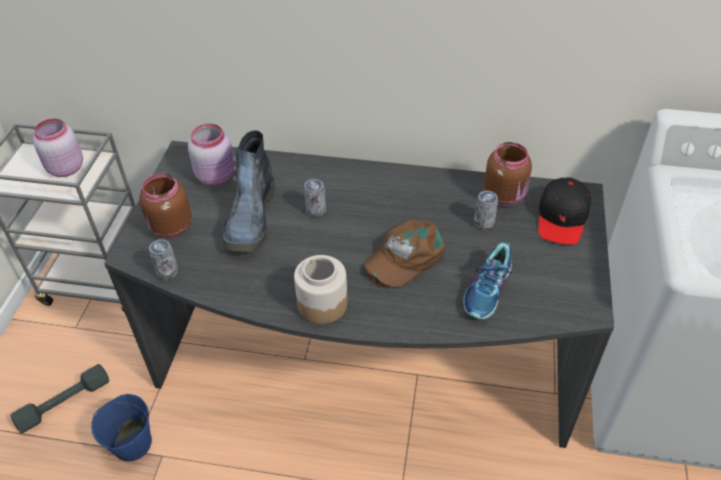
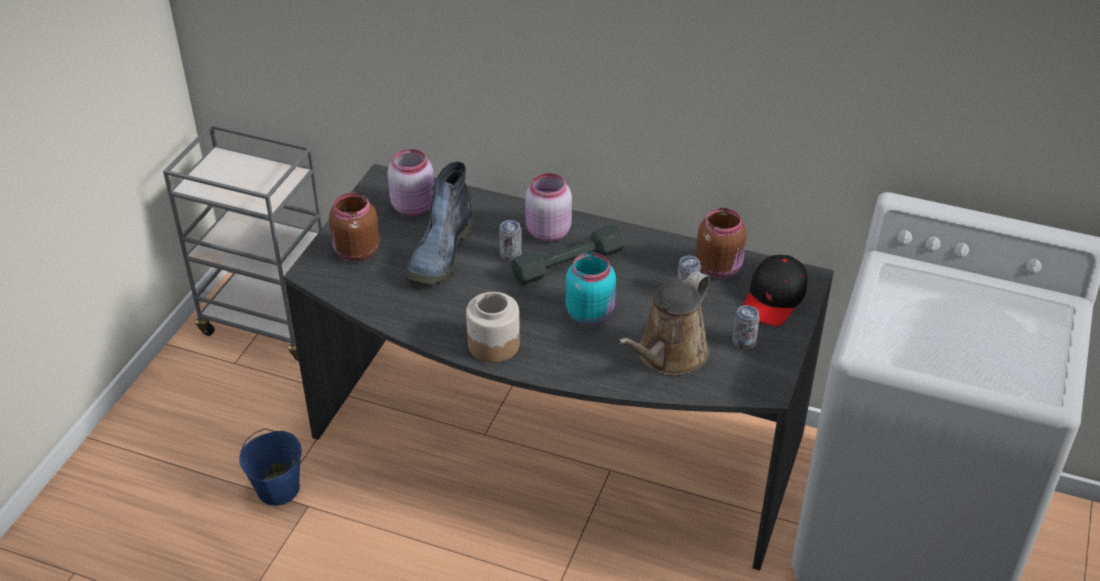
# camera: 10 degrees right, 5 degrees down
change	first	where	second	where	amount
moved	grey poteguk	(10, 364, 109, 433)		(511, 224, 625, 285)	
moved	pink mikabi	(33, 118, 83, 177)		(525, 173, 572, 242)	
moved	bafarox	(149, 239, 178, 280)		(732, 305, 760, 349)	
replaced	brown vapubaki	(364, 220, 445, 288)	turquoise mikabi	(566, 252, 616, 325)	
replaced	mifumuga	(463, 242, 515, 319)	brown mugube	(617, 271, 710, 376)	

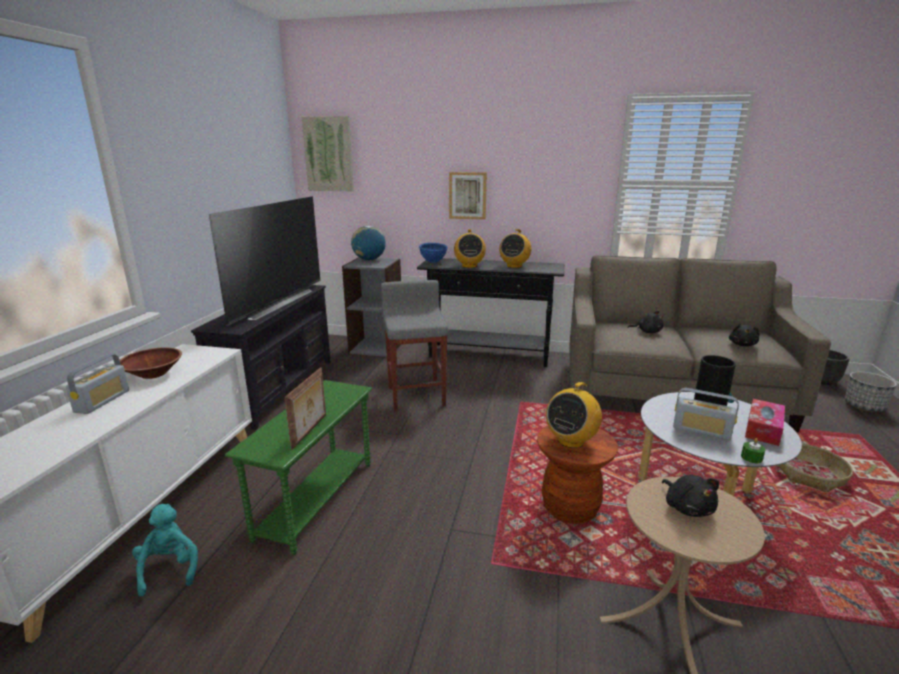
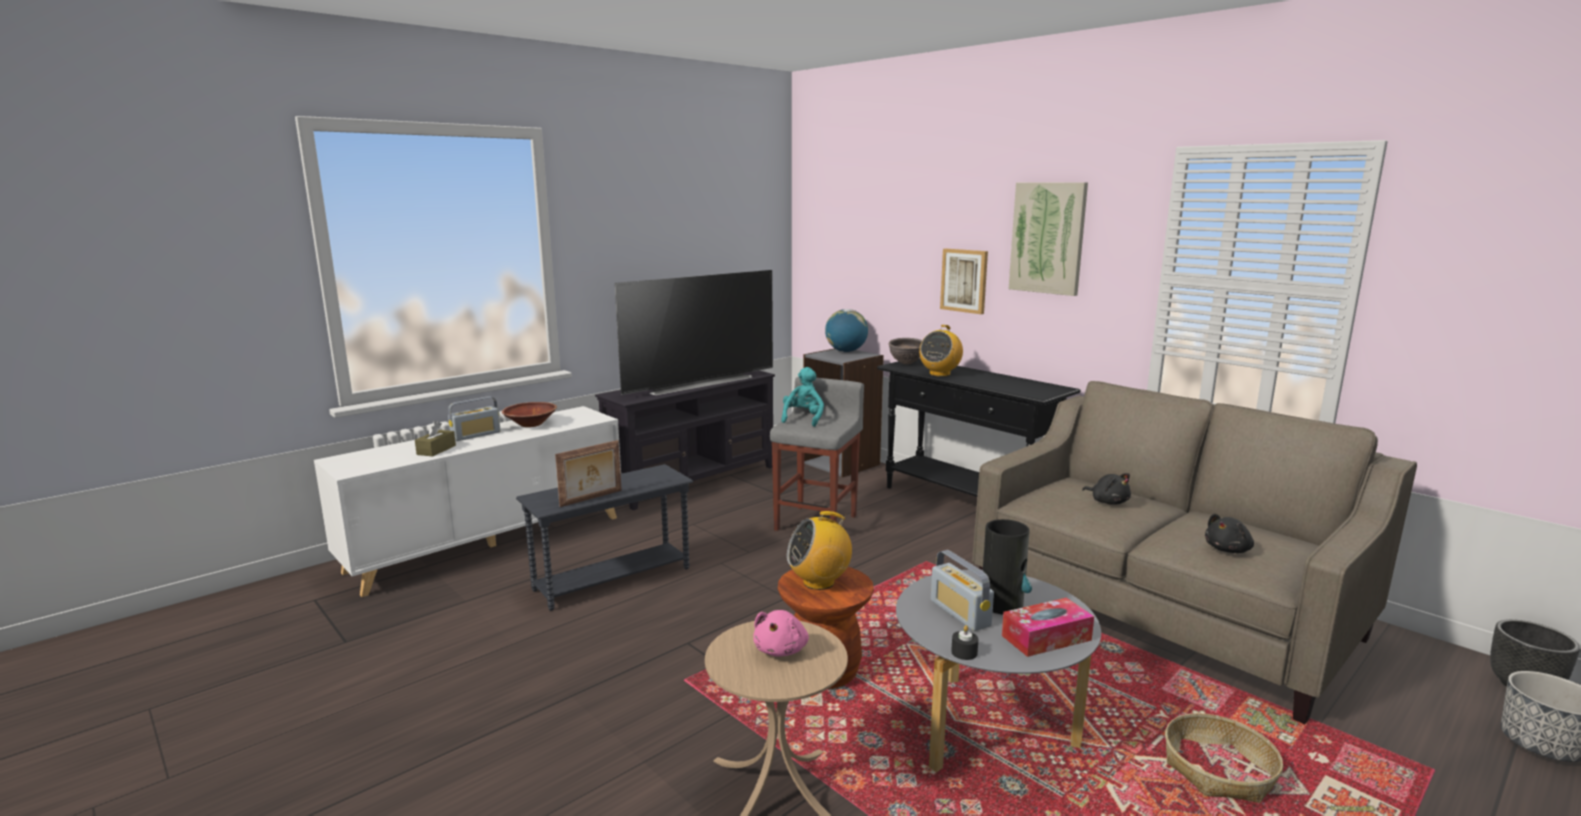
# camera: 35 degrees right, 5 degrees down
change	first	where	second	where	amount
moved	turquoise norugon	(132, 504, 198, 597)		(781, 367, 824, 427)	
recoloured	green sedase	(225, 380, 372, 555)	grey sedase	(516, 464, 693, 611)	
moved	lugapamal	(302, 116, 354, 191)		(1009, 182, 1088, 296)	
recoloured	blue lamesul	(419, 243, 448, 263)	brown lamesul	(889, 338, 922, 364)	
removed	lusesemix	(499, 229, 531, 268)			
recoloured	black norugon	(662, 475, 719, 517)	pink norugon	(753, 610, 809, 656)	
recoloured	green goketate	(741, 438, 765, 463)	black goketate	(951, 625, 978, 660)	
added			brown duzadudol	(415, 421, 456, 457)	

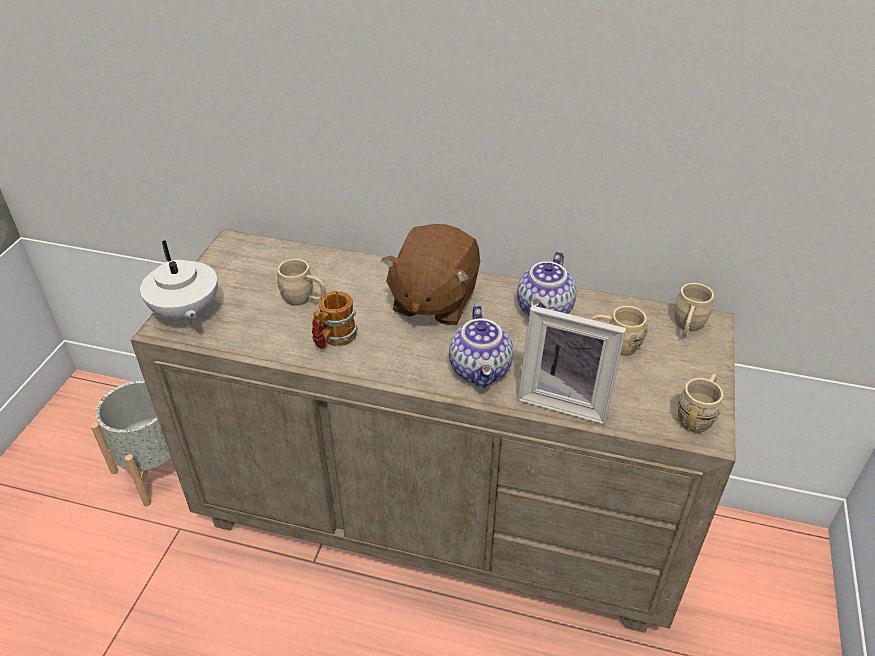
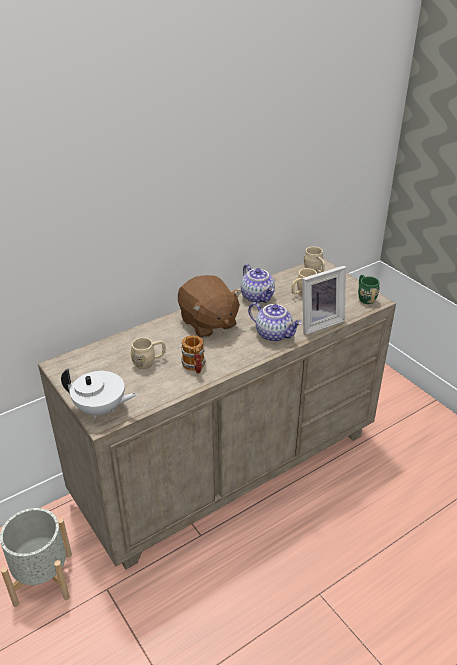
# camera: 50 degrees left, 5 degrees down
change	first	where	second	where	amount
recoloured	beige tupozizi	(678, 374, 723, 433)	green tupozizi	(358, 275, 380, 304)	

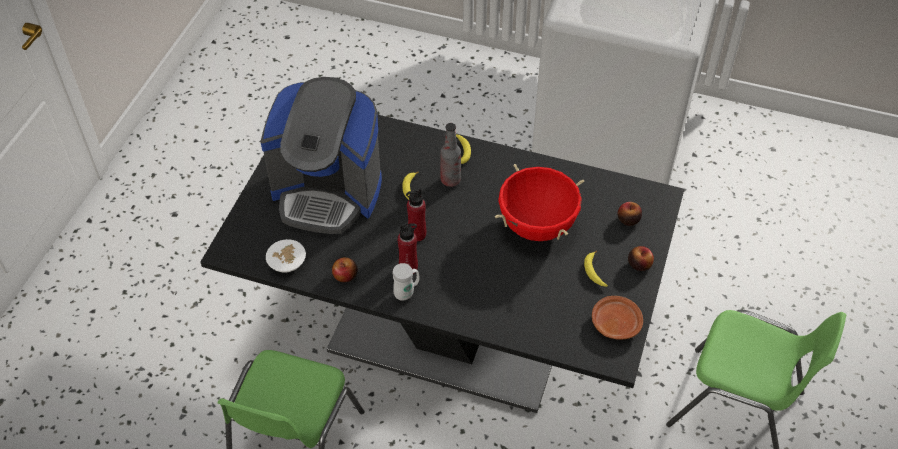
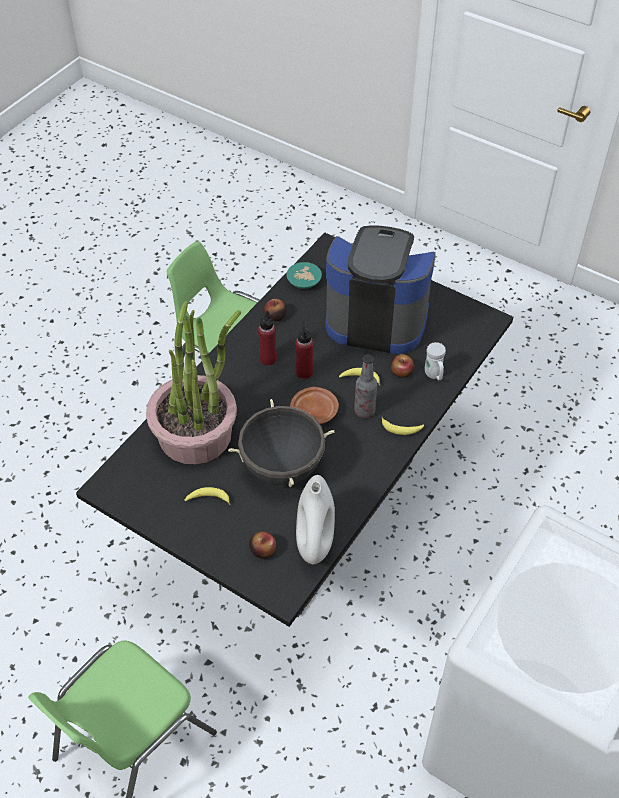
# camera: 105 degrees right, 0 degrees up
change	first	where	second	where	amount
turned	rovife	(260, 77, 382, 234)		(325, 225, 436, 354)	75 degrees clockwise
recoloured	white lamesul	(266, 239, 306, 273)	turquoise lamesul	(287, 262, 322, 289)	
moved	white tupozizi	(393, 263, 419, 301)		(425, 342, 446, 380)	
recoloured	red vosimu	(495, 164, 584, 241)	black vosimu	(228, 399, 334, 487)	
moved	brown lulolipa	(592, 296, 643, 340)		(290, 387, 339, 424)	
moved	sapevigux	(628, 246, 654, 271)		(391, 354, 414, 378)	
added			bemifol	(146, 300, 241, 464)	
added			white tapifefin	(296, 475, 335, 564)	

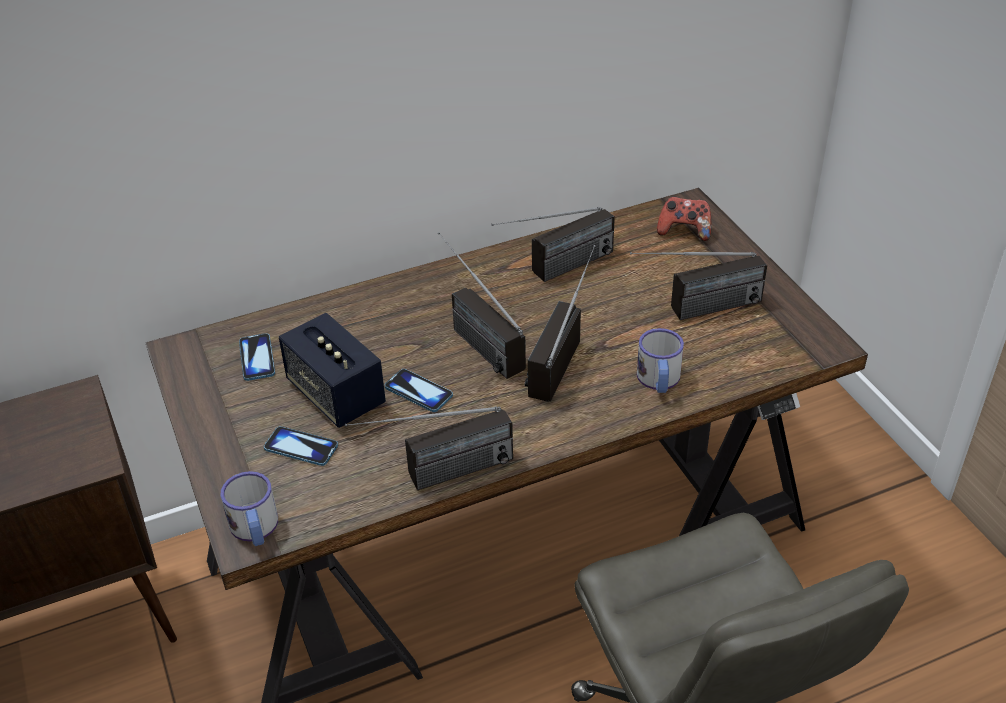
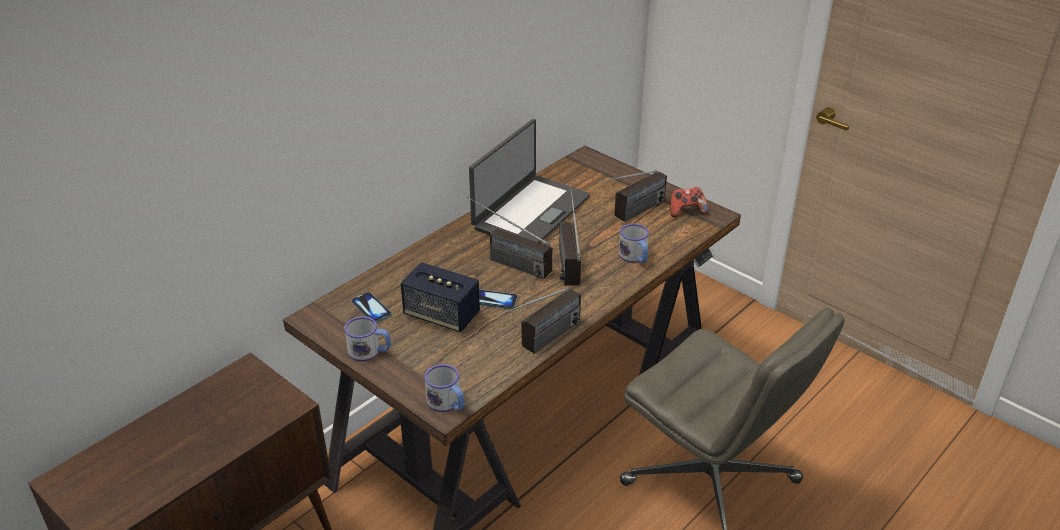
# camera: 25 degrees left, 5 degrees down
change	first	where	second	where	amount
removed	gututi	(264, 426, 338, 466)			
replaced	lusesemix	(491, 207, 615, 282)	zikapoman	(469, 119, 590, 243)	
moved	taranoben	(657, 197, 712, 241)		(670, 187, 708, 217)	
added			tupozizi	(344, 316, 391, 361)	

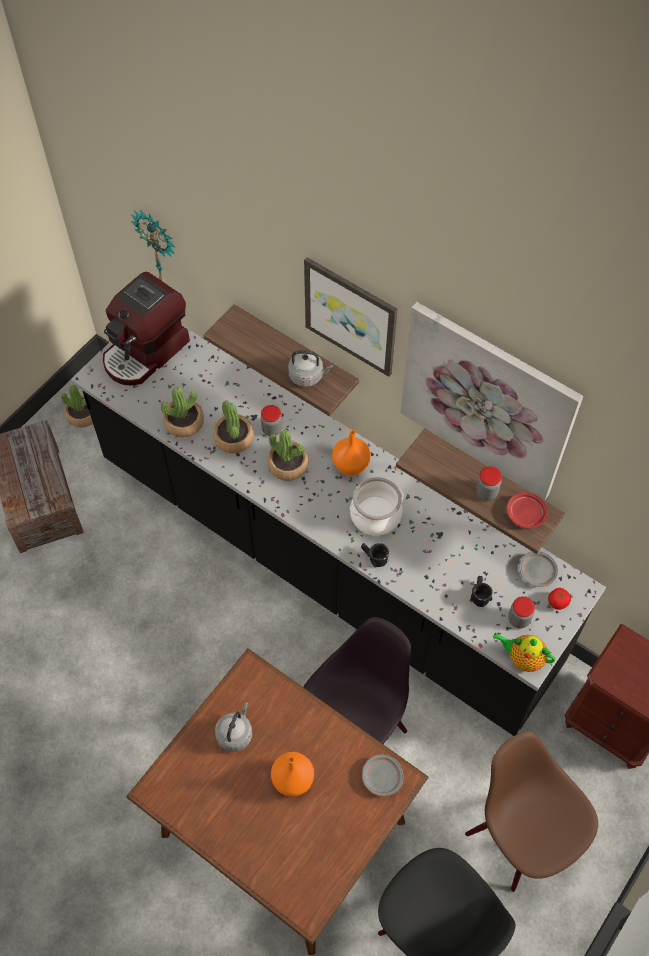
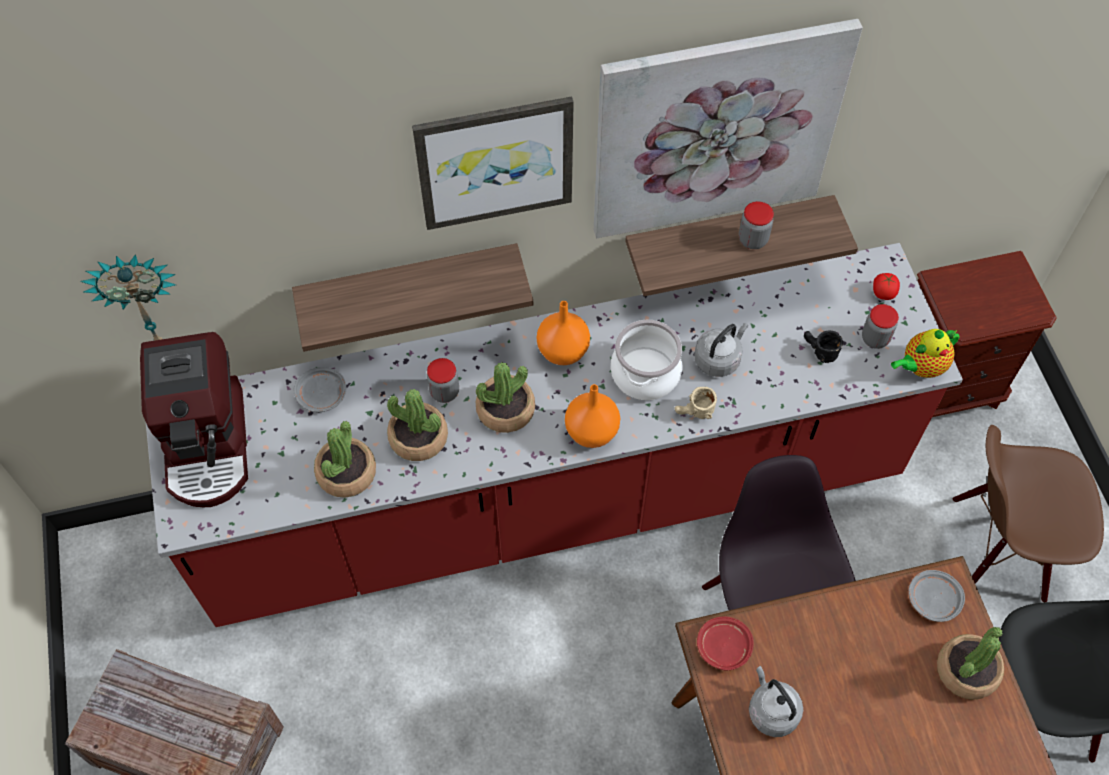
# camera: 50 degrees left, 0 degrees up
change	first	where	second	where	amount
moved	bemifol	(61, 385, 93, 428)		(937, 627, 1004, 700)	
recoloured	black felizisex	(71, 325, 606, 736)	red felizisex	(146, 243, 963, 627)	
moved	orange tapifefin	(271, 752, 314, 796)		(565, 384, 620, 448)	
moved	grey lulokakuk	(288, 350, 333, 387)		(694, 323, 748, 377)	
recoloured	black tupozizi	(361, 543, 389, 568)	beige tupozizi	(675, 387, 717, 419)	
moved	red lulolipa	(507, 492, 548, 528)		(697, 617, 753, 670)	
moved	grey lulolipa	(519, 551, 558, 587)		(294, 367, 346, 412)	

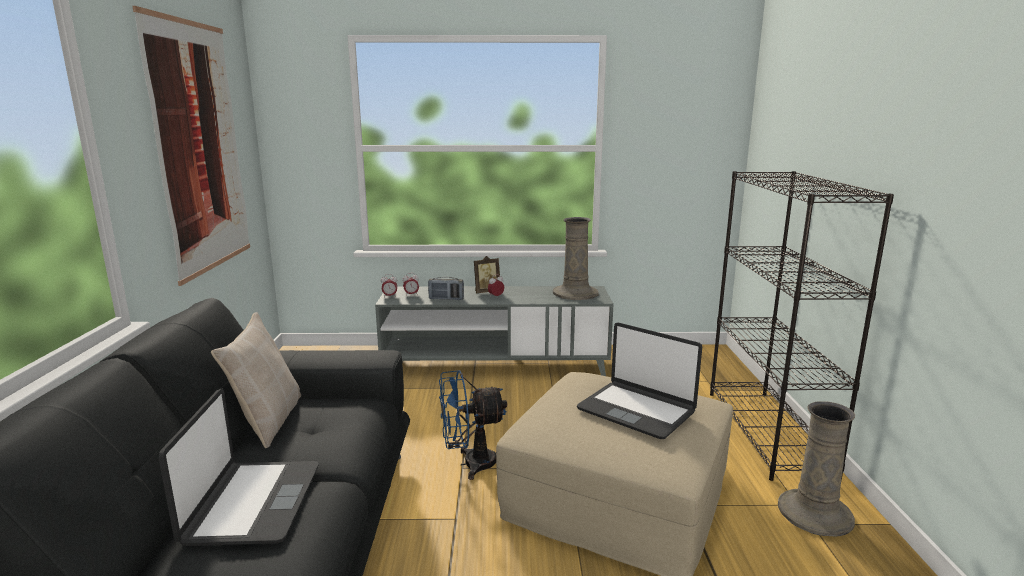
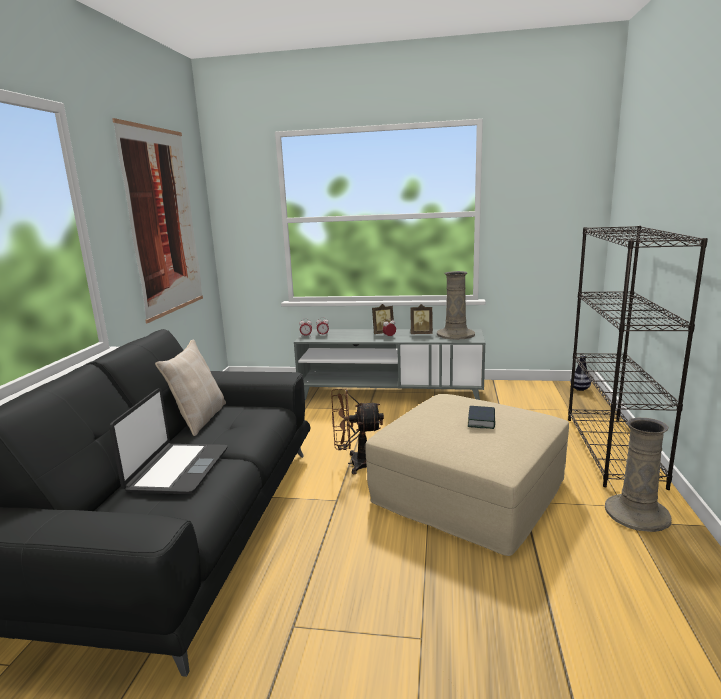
# camera: 10 degrees right, 0 degrees up
change	first	where	second	where	amount
removed	lusesemix	(428, 277, 464, 300)			
recoloured	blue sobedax	(439, 370, 507, 480)	brown sobedax	(331, 388, 384, 474)	
replaced	zikapoman	(577, 323, 702, 439)	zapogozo	(468, 406, 495, 429)	
added			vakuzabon	(410, 304, 433, 334)	
added			tapifefin	(570, 355, 591, 391)	

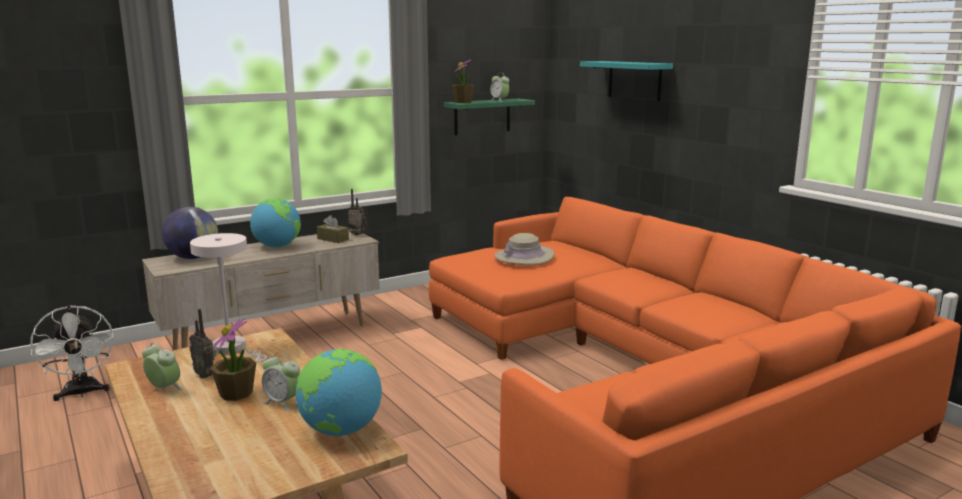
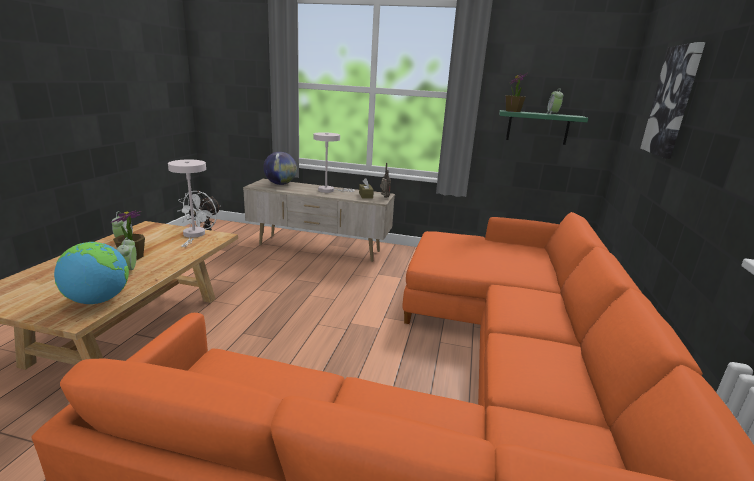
# camera: 45 degrees right, 5 degrees up
change	first	where	second	where	amount
removed	lusesemix	(189, 309, 217, 379)			
replaced	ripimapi	(250, 198, 301, 248)	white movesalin	(313, 132, 354, 193)	
removed	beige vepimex	(495, 233, 555, 265)			
replaced	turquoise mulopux	(580, 61, 673, 101)	lugapamal	(640, 42, 705, 159)	

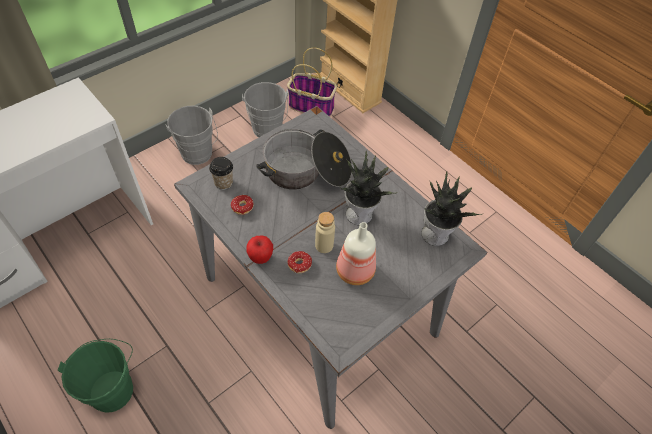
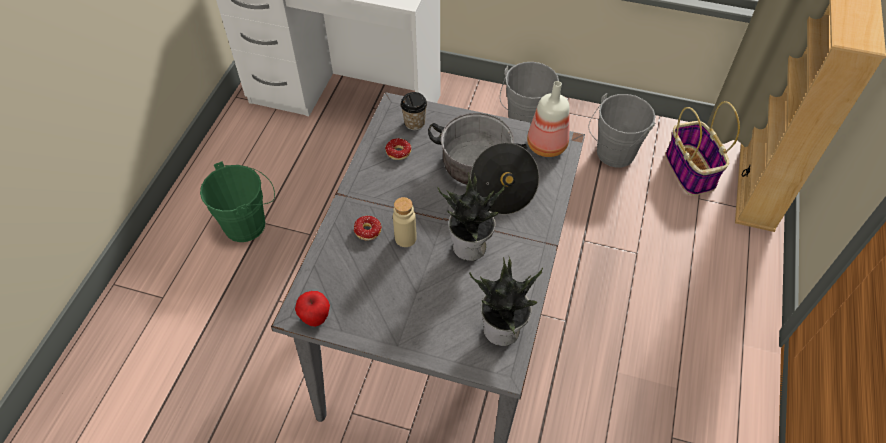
# camera: 60 degrees right, 0 degrees up
change	first	where	second	where	amount
moved	sapevigux	(246, 235, 273, 264)		(295, 291, 330, 327)	
moved	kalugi	(336, 222, 376, 285)		(527, 81, 570, 157)	

